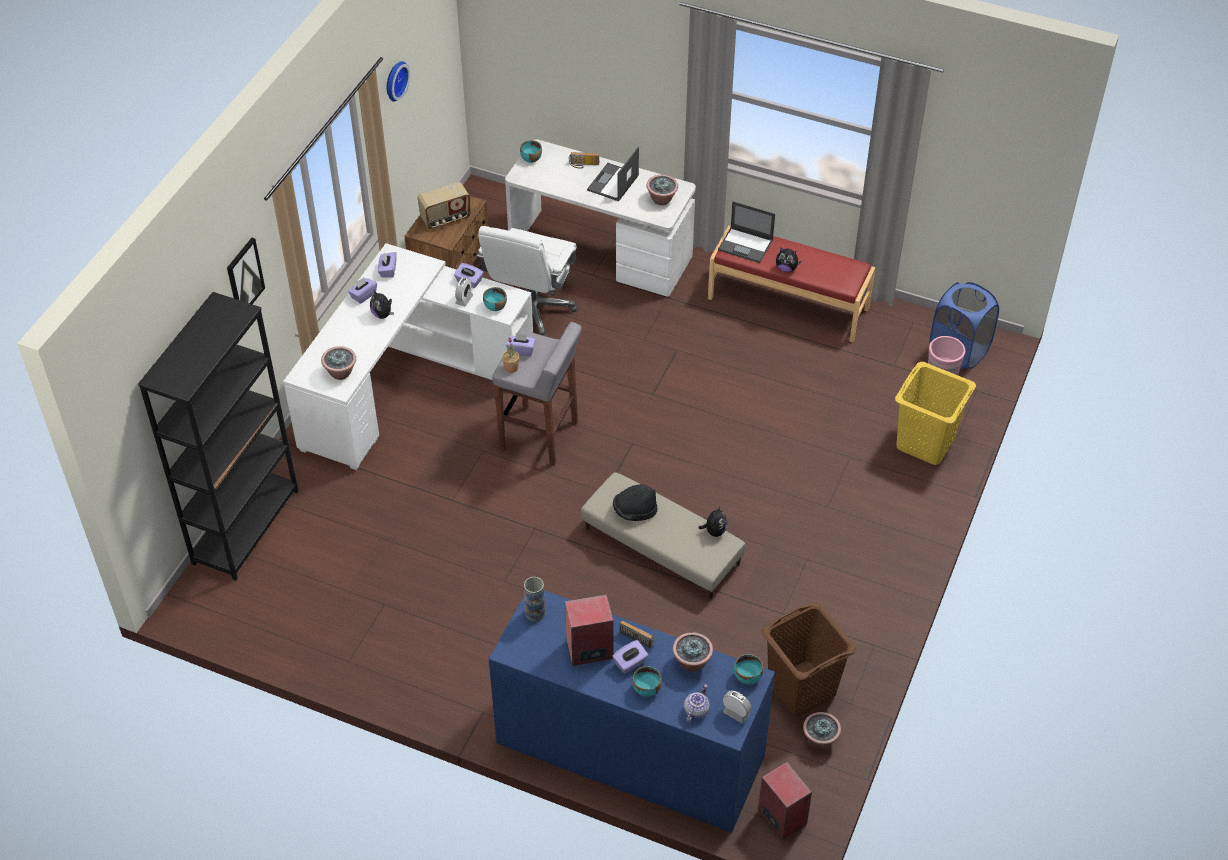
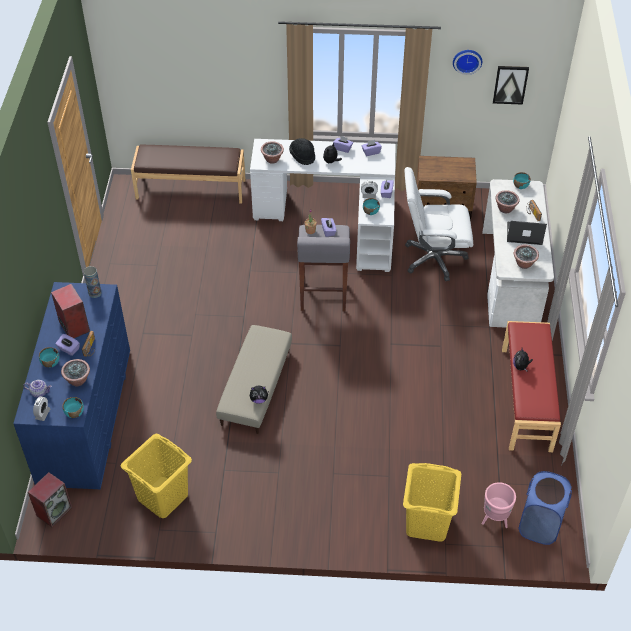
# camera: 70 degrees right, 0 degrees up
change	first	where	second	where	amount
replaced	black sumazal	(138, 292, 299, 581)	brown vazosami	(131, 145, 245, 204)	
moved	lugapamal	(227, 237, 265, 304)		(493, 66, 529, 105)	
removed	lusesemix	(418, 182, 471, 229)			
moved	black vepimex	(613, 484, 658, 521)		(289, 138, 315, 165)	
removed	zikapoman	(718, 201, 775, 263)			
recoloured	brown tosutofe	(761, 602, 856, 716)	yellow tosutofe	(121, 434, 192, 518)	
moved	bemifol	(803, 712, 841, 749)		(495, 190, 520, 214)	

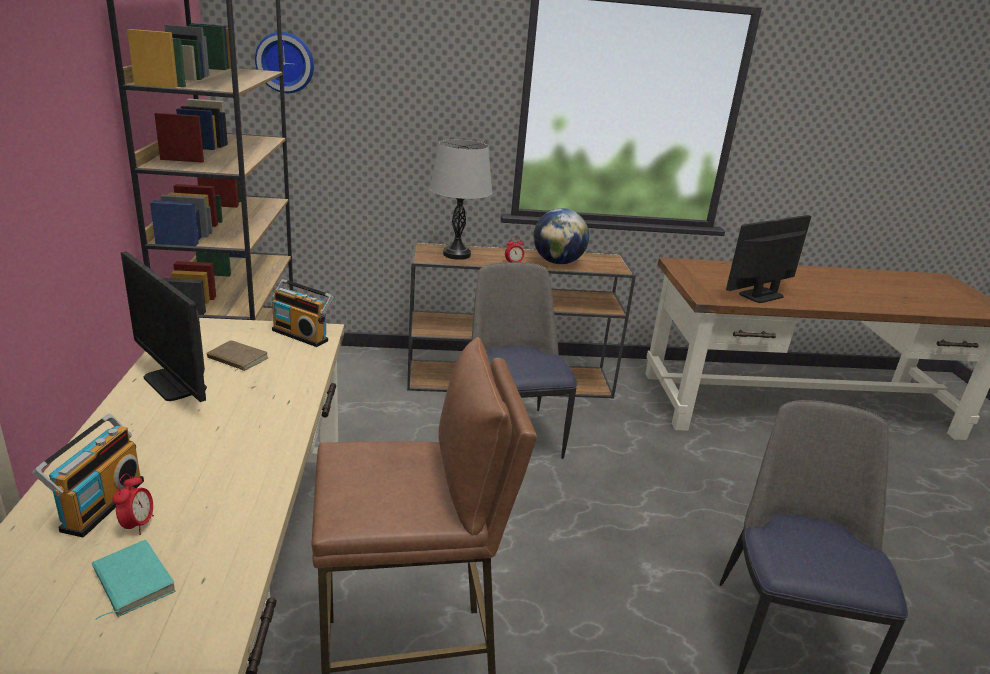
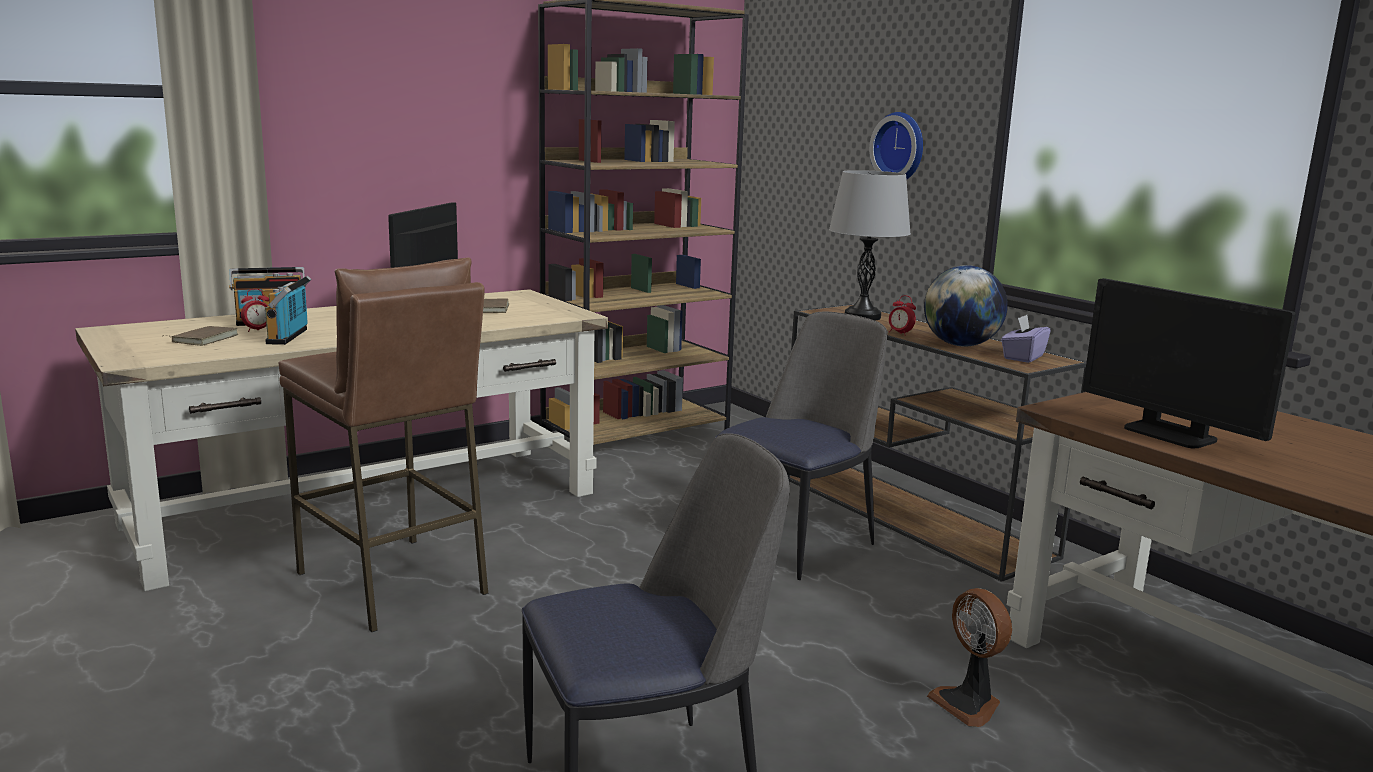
# camera: 60 degrees right, 10 degrees down
change	first	where	second	where	amount
recoloured	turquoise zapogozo	(92, 540, 176, 620)	brown zapogozo	(163, 326, 238, 346)	
moved	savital	(255, 32, 314, 93)		(869, 112, 923, 180)	
moved	lusesemix	(272, 279, 334, 347)		(265, 276, 312, 345)	
turned	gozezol	(726, 215, 811, 303)		(1083, 278, 1296, 449)	150 degrees counterclockwise
added			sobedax	(927, 588, 1012, 727)	
added			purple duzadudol	(1001, 315, 1051, 363)	

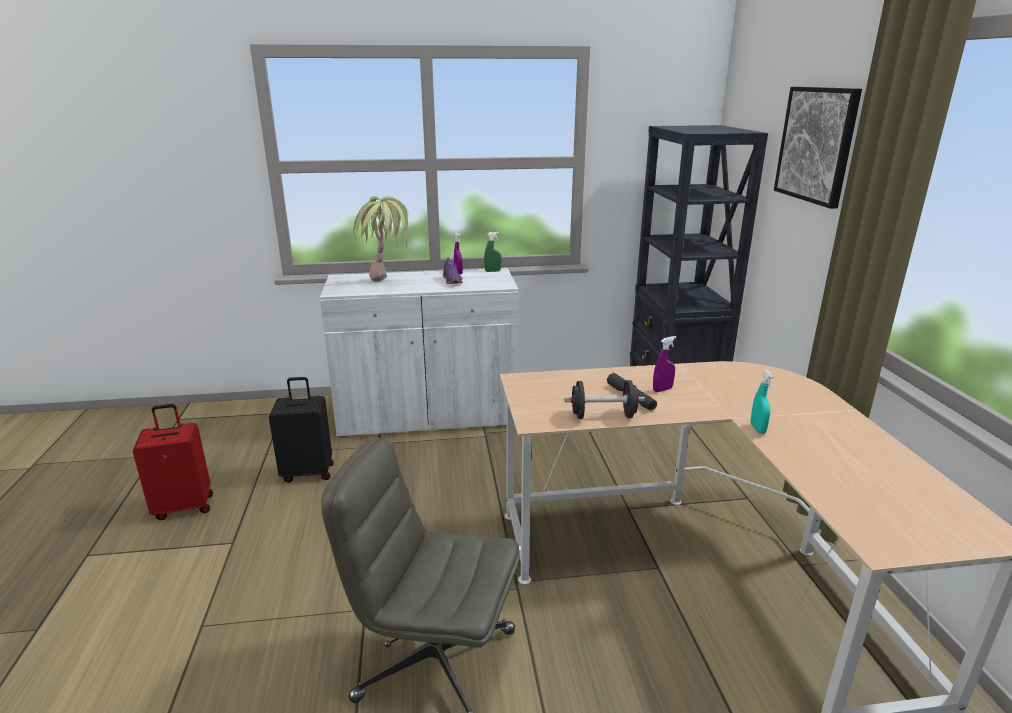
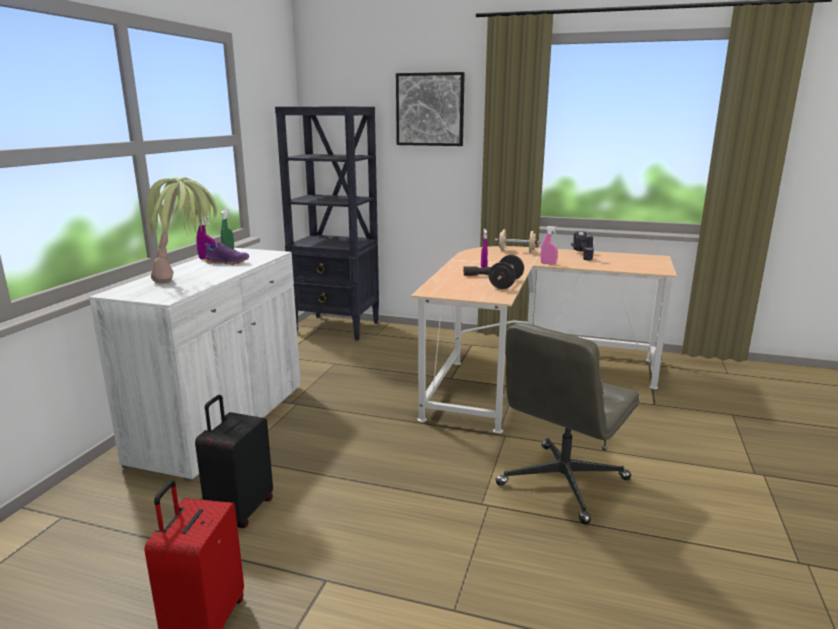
# camera: 65 degrees left, 5 degrees down
change	first	where	second	where	amount
recoloured	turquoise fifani	(750, 370, 774, 434)	pink fifani	(541, 226, 558, 264)	
added			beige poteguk	(495, 229, 541, 253)	
added			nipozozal	(571, 231, 594, 261)	

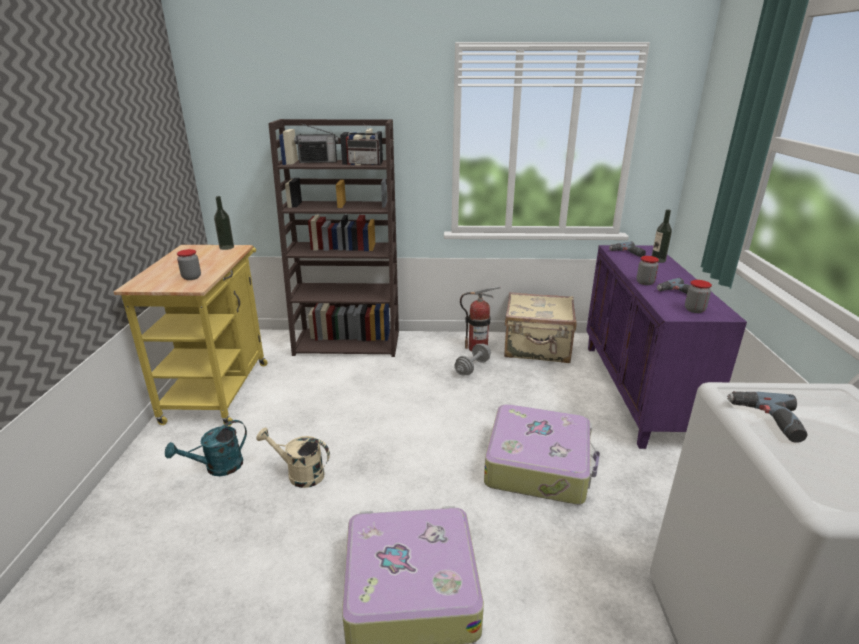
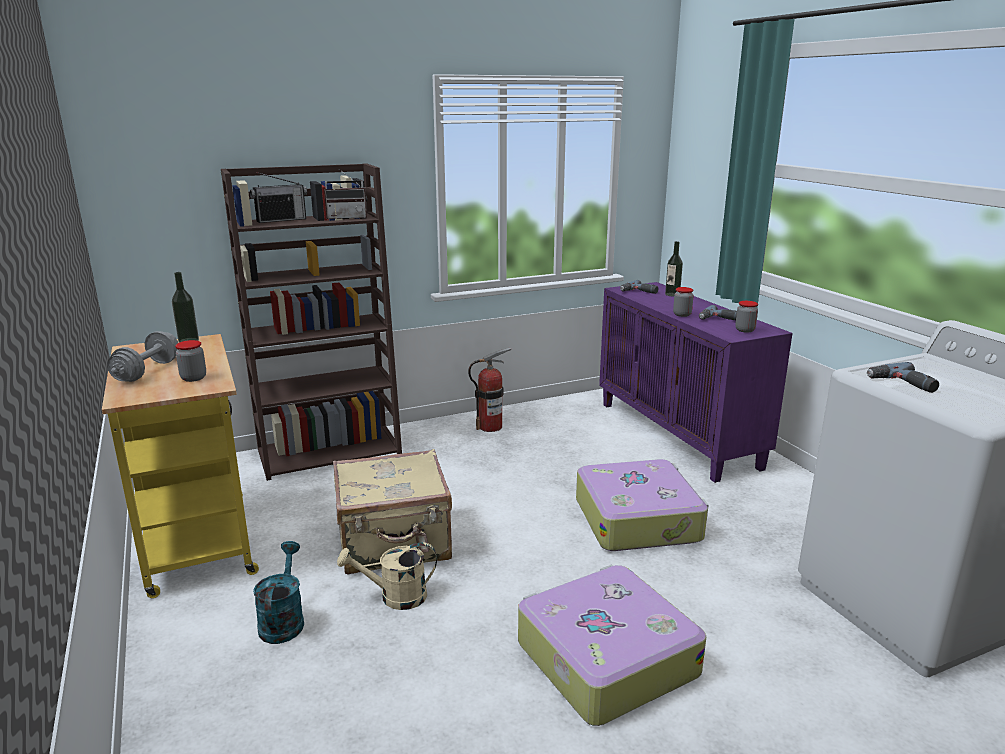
# camera: 25 degrees left, 5 degrees down
change	first	where	second	where	amount
turned	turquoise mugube	(165, 420, 247, 476)		(253, 541, 304, 644)	150 degrees clockwise
moved	grey poteguk	(454, 344, 491, 376)		(107, 331, 178, 382)	
moved	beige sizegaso	(504, 292, 577, 363)		(333, 449, 452, 575)	

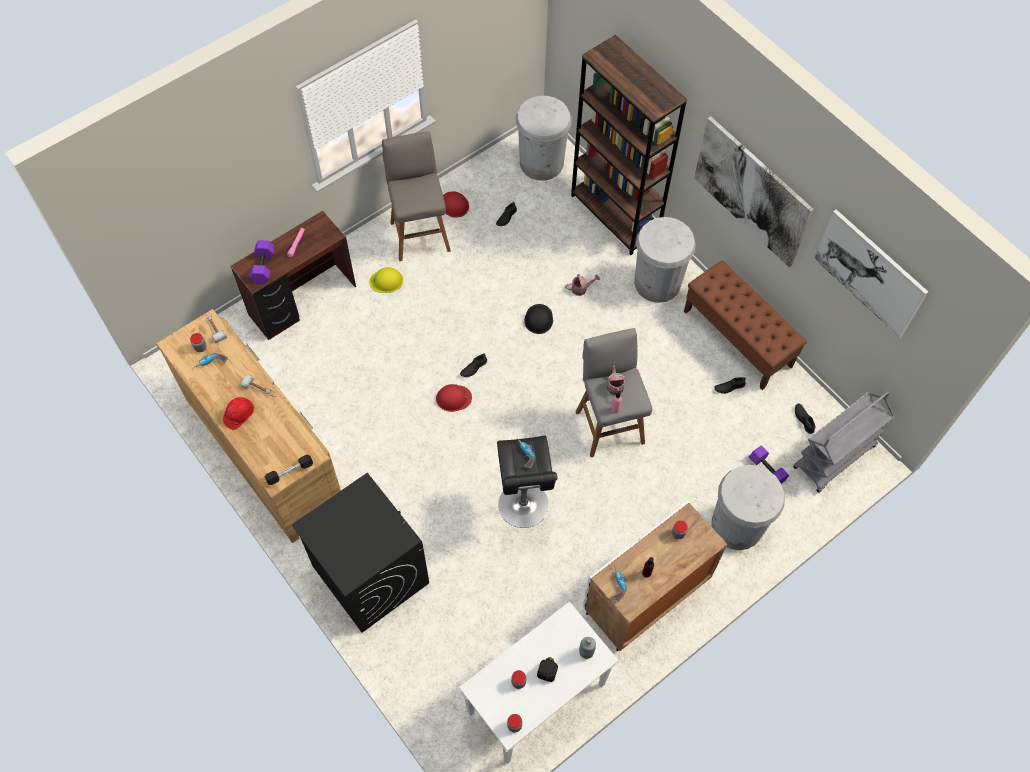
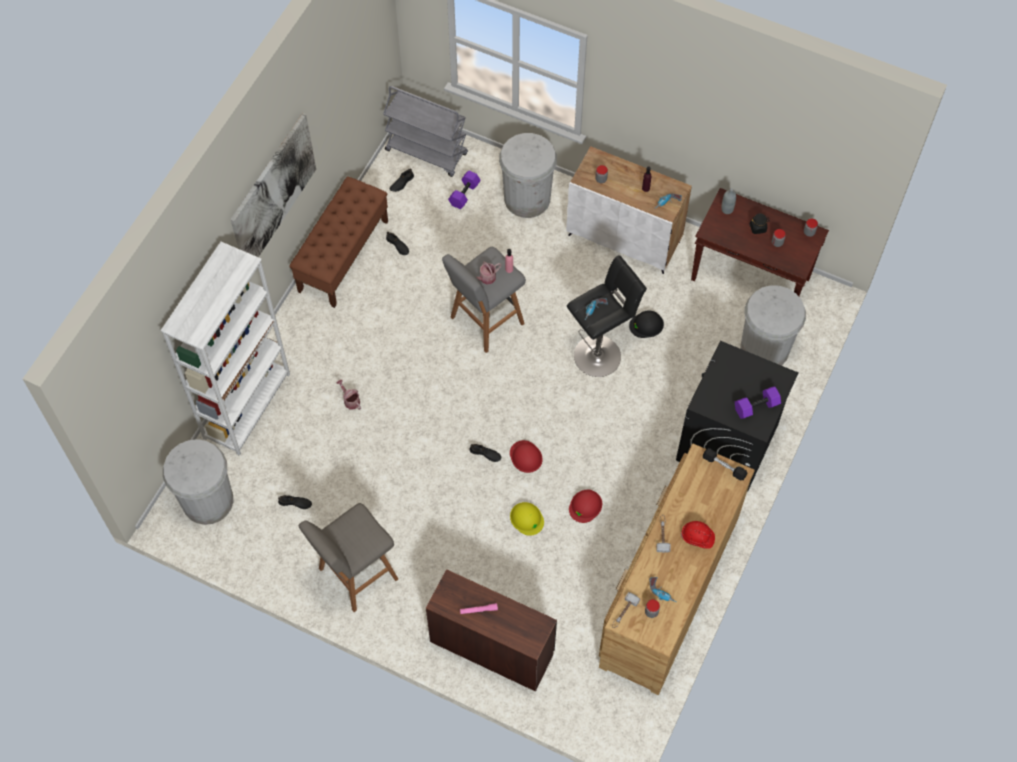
# camera: 115 degrees left, 0 degrees up
change	first	where	second	where	amount
moved	purple poteguk	(250, 240, 275, 284)		(735, 387, 781, 419)	
moved	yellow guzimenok	(369, 267, 403, 293)		(510, 502, 544, 536)	
moved	red guzimenok	(443, 191, 469, 218)		(569, 490, 602, 523)	
recoloured	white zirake	(459, 602, 619, 764)	brown zirake	(691, 188, 829, 296)	
moved	black guzimenok	(524, 304, 553, 334)		(629, 310, 664, 338)	
recoloured	brown sumazal	(571, 35, 688, 255)	white sumazal	(161, 242, 290, 456)	
moved	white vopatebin	(634, 217, 696, 303)		(741, 285, 806, 366)	
removed	lugapamal	(814, 210, 928, 338)			

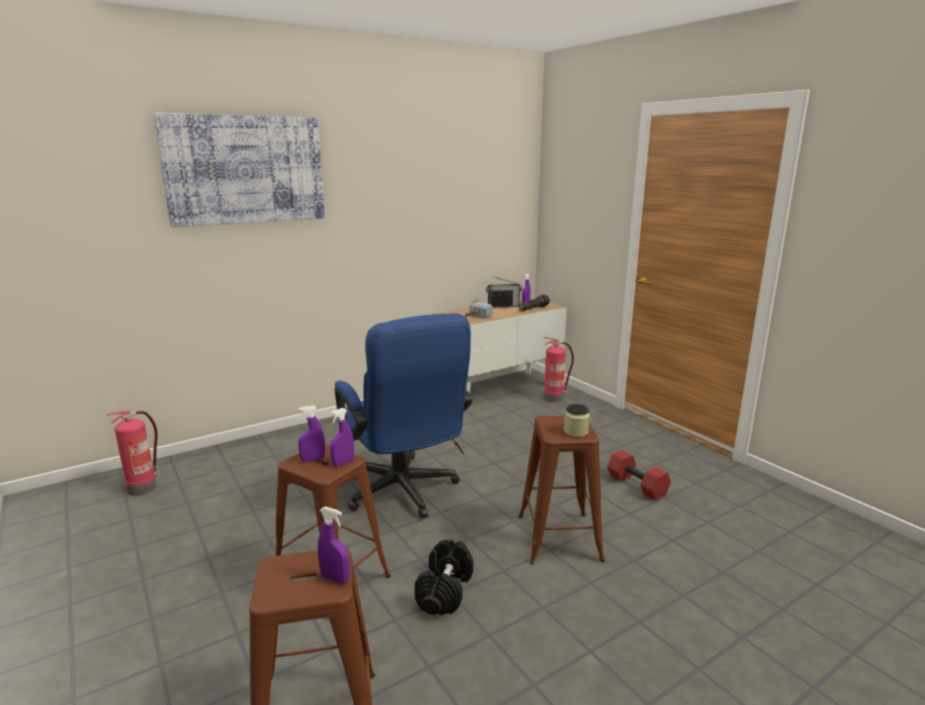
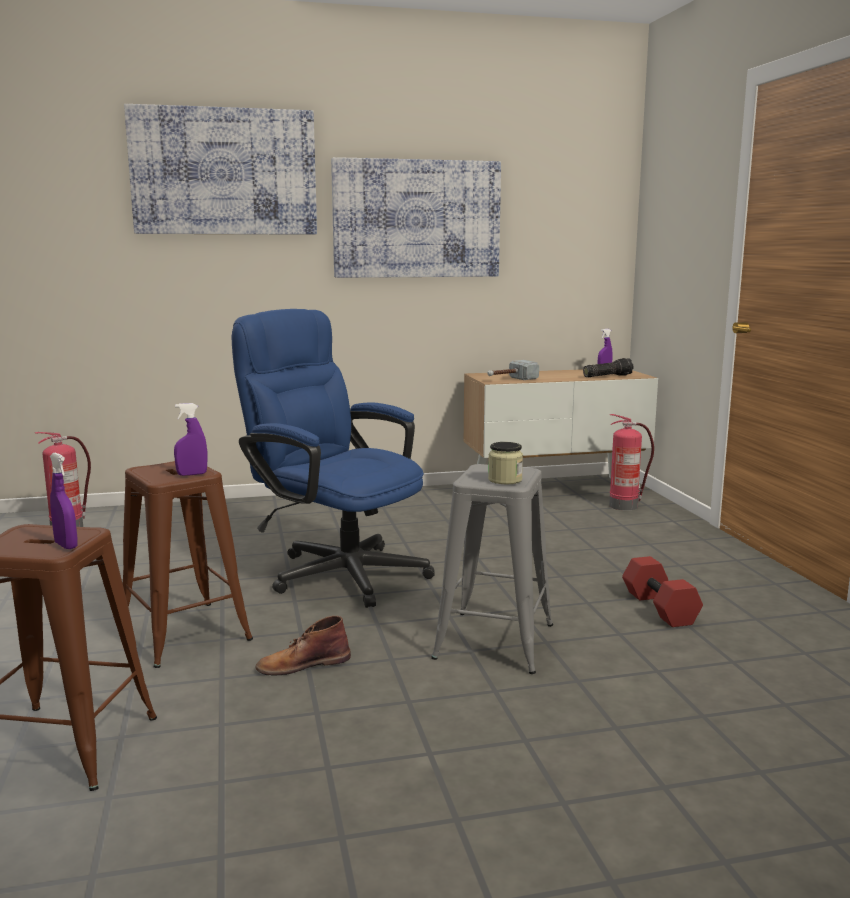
# camera: 20 degrees right, 5 degrees down
change	first	where	second	where	amount
removed	purple fifani	(298, 405, 325, 462)			
turned	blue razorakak	(334, 313, 473, 518)		(231, 309, 435, 608)	135 degrees clockwise
replaced	black poteguk	(415, 540, 474, 615)	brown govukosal	(255, 616, 351, 675)	
removed	lusesemix	(486, 276, 522, 308)			
recoloured	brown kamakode	(519, 415, 605, 564)	grey kamakode	(431, 464, 553, 674)	
added			lugapamal	(331, 157, 501, 278)	

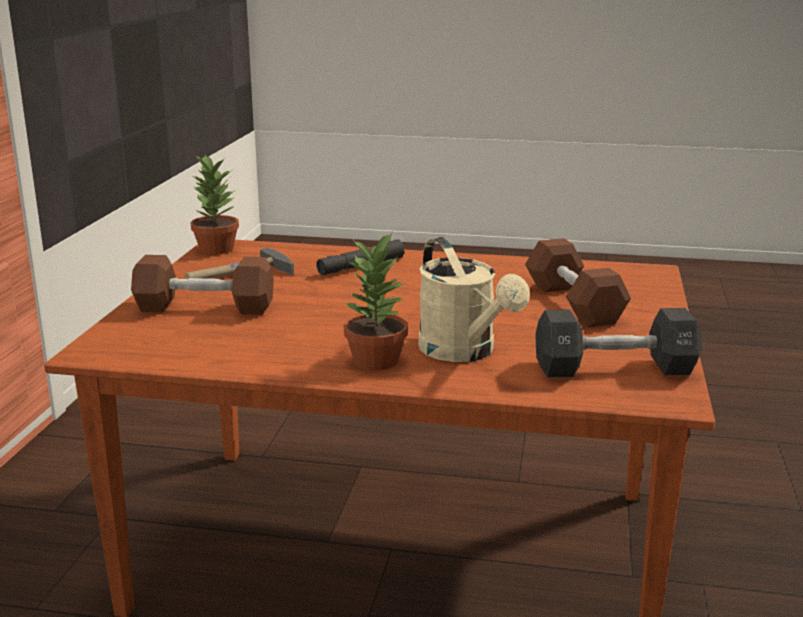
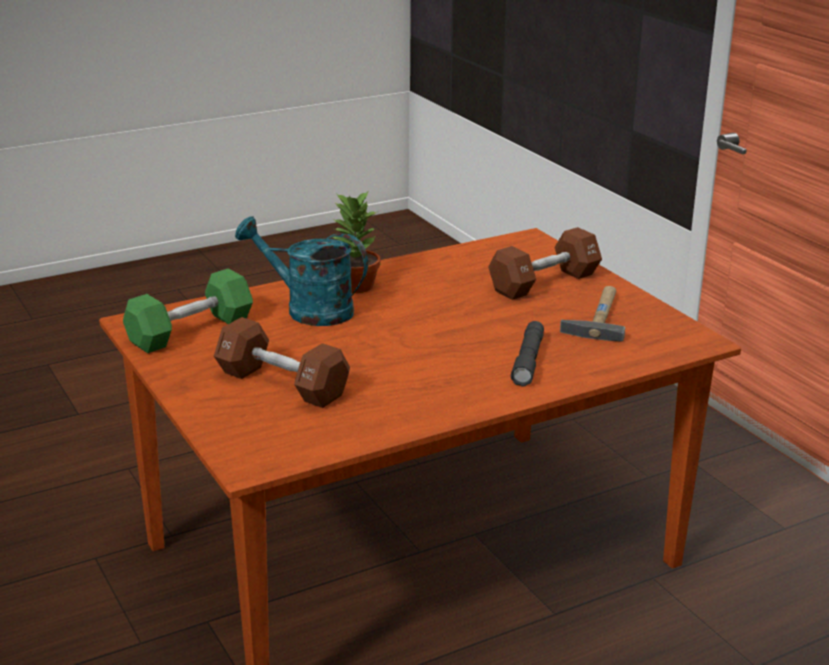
# camera: 140 degrees right, 5 degrees up
change	first	where	second	where	amount
removed	bemifol	(191, 155, 239, 254)			
recoloured	beige mugube	(418, 237, 530, 362)	turquoise mugube	(235, 216, 368, 326)	
recoloured	black poteguk	(535, 308, 702, 378)	green poteguk	(123, 269, 253, 353)	

